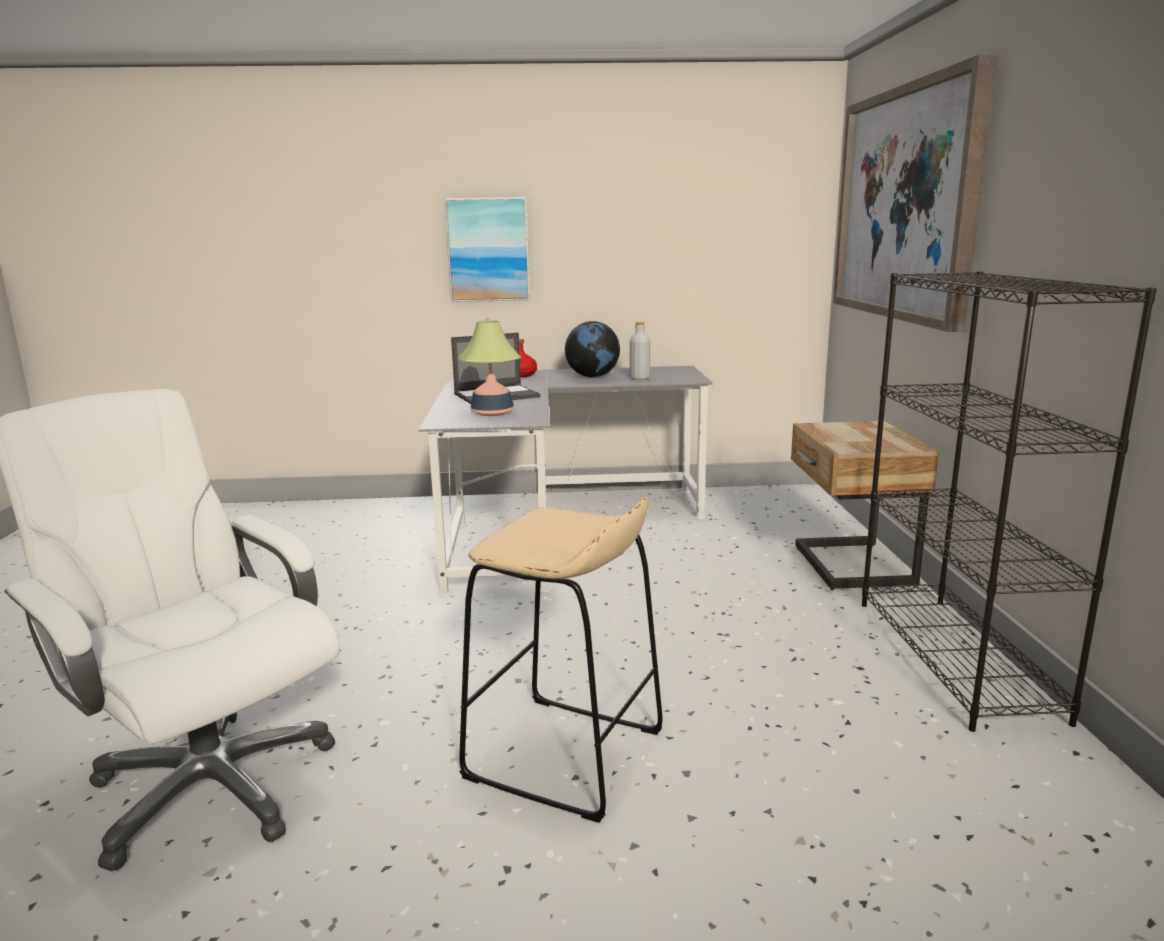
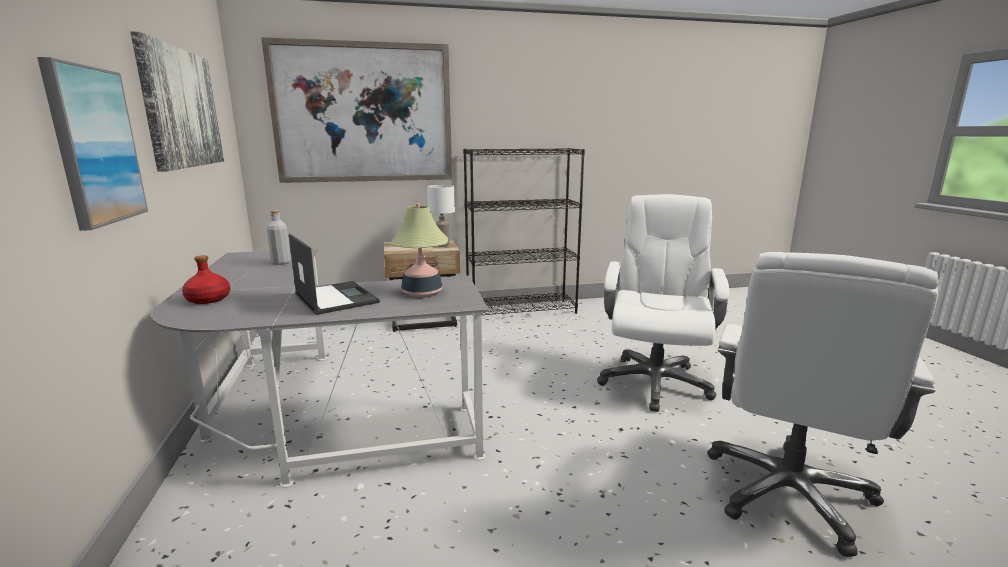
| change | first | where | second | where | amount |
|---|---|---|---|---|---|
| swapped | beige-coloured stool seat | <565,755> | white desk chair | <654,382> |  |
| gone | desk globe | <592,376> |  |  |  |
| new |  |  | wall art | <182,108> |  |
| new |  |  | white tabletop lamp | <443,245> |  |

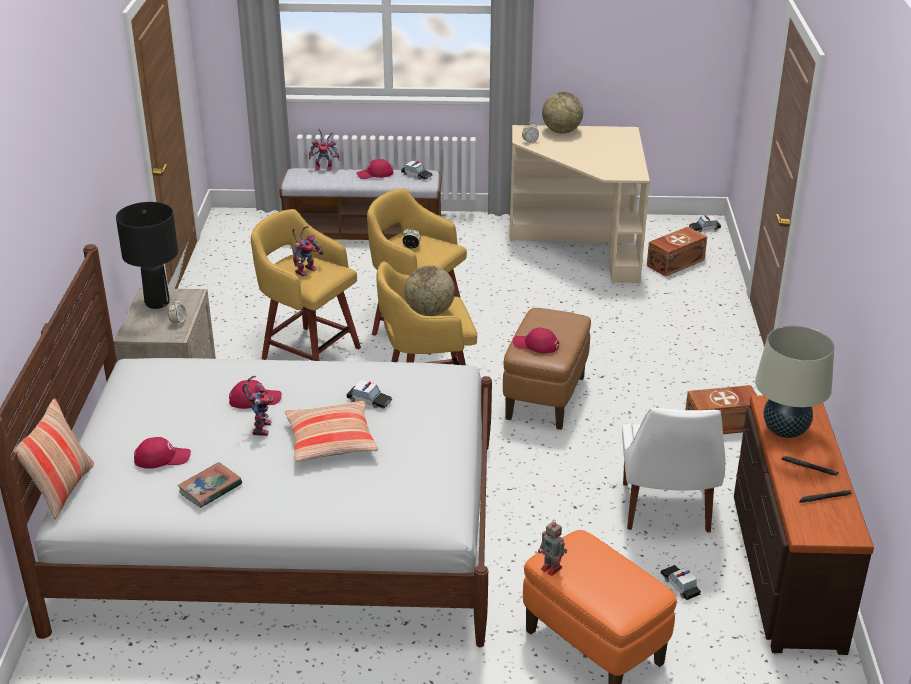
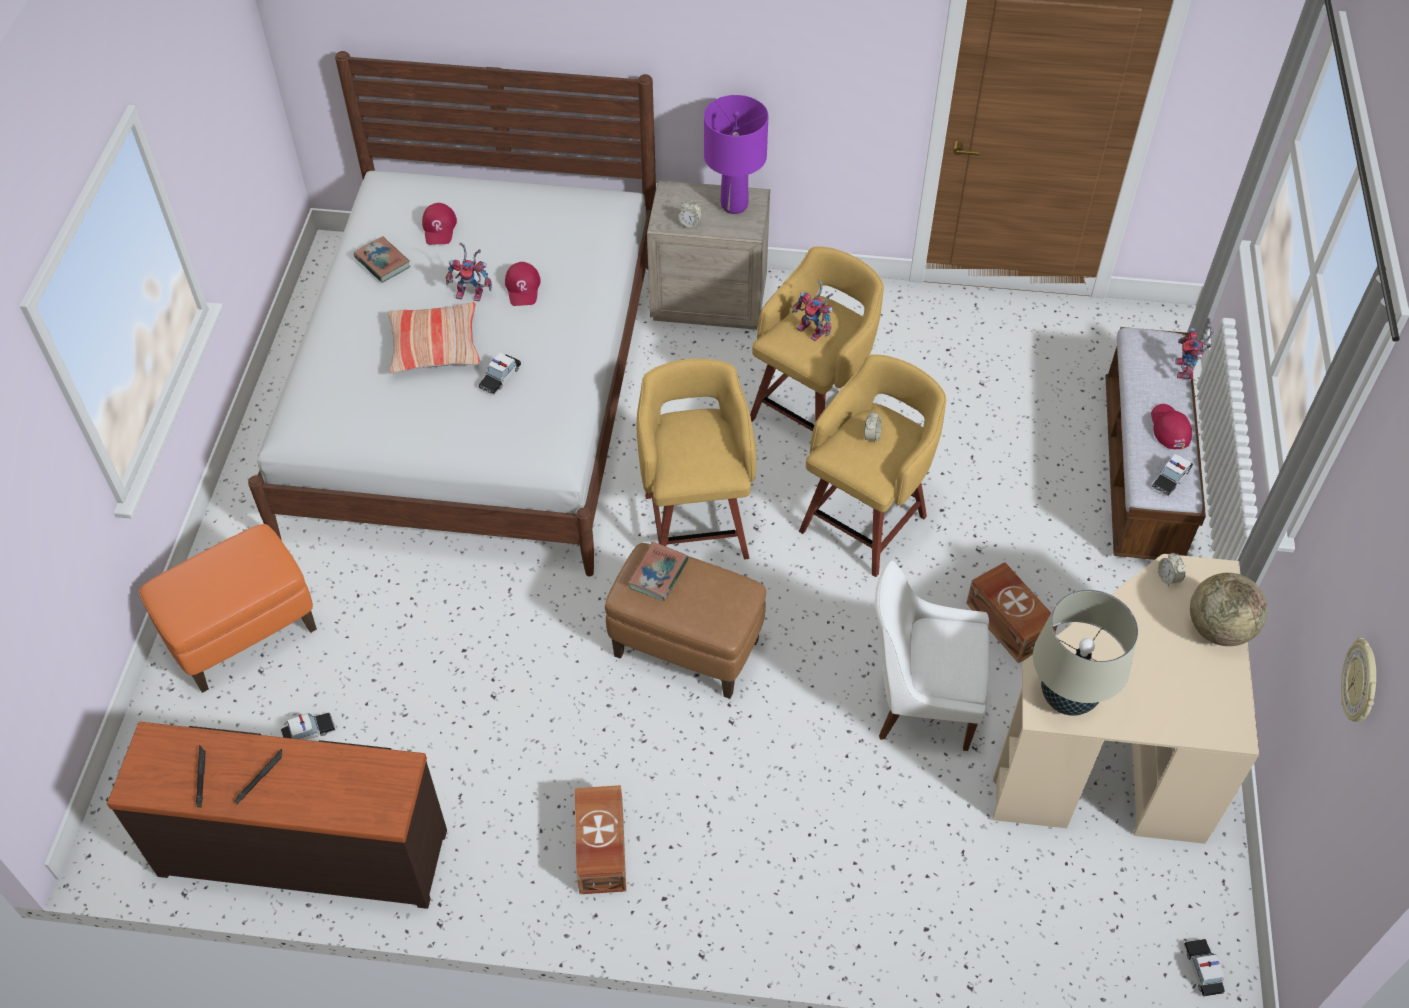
| change | first | where | second | where | amount |
|---|---|---|---|---|---|
| gone | throw pillow | <62,490> |  |  |  |
| repainted | black tabletop lamp | <156,303> | purplish tabletop lamp | <734,205> |  |
| gone | desk globe | <430,312> |  |  |  |
| swapped | red-coloured baseball cap | <536,345> | volume | <658,574> |  |
| gone | model robot | <552,569> |  |  |  |
| shifted | white chair | <666,510> |  | <920,701> |  |
| shifted | brown-coloured storage box | <674,263> |  | <1008,622> |  |
| shifted | beige-coloured tabletop lamp | <785,430> |  | <1067,697> |  |
| new |  |  | hanging clock | <1361,683> |  |

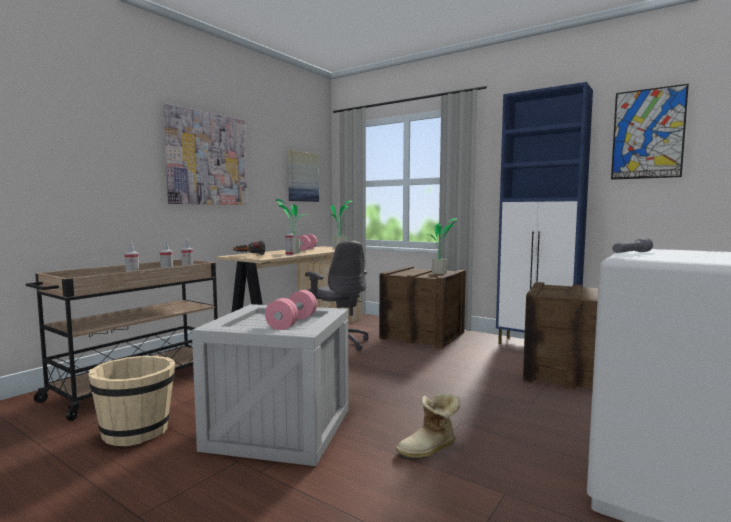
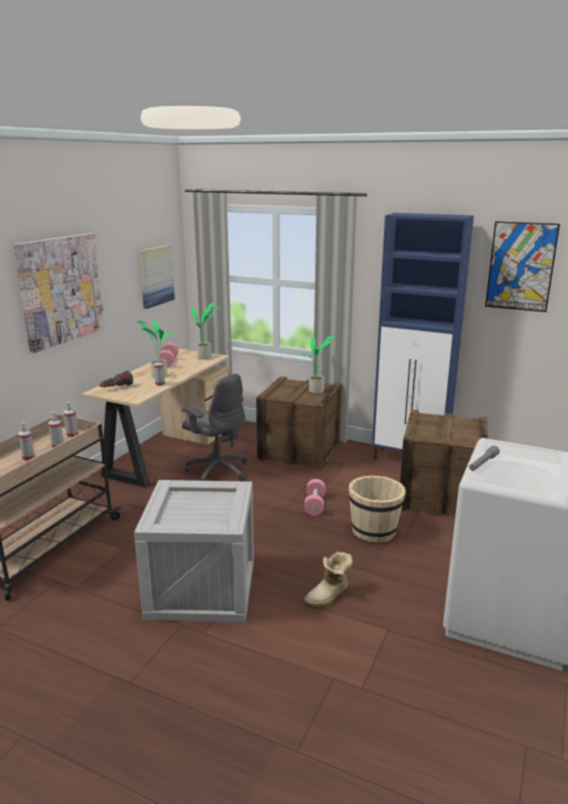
| change | first | where | second | where | amount |
|---|---|---|---|---|---|
| shifted | beige-coloured water bucket | <137,431> |  | <374,531> |  |
| shifted | pinkish hand weight | <292,323> |  | <314,505> |  |

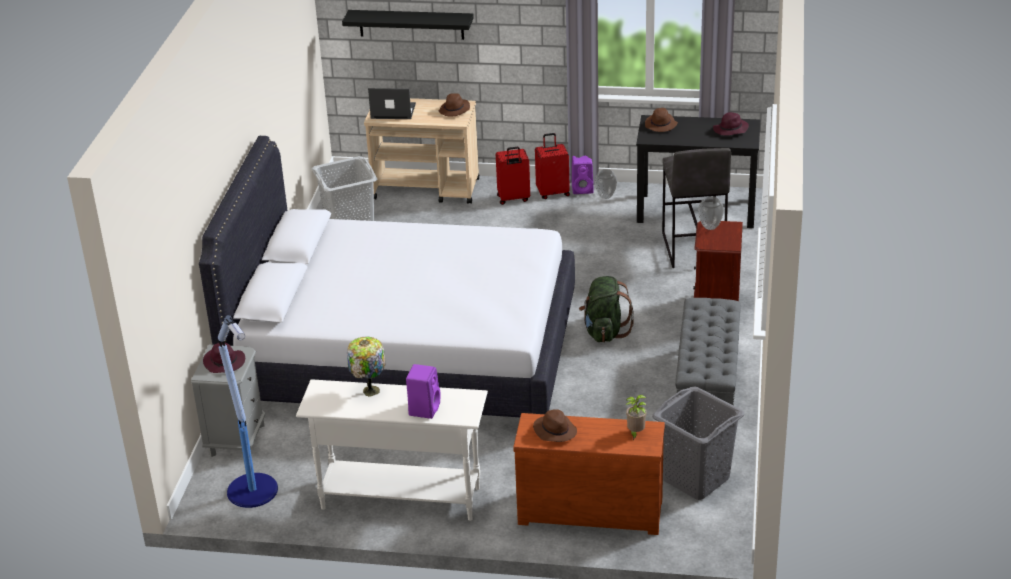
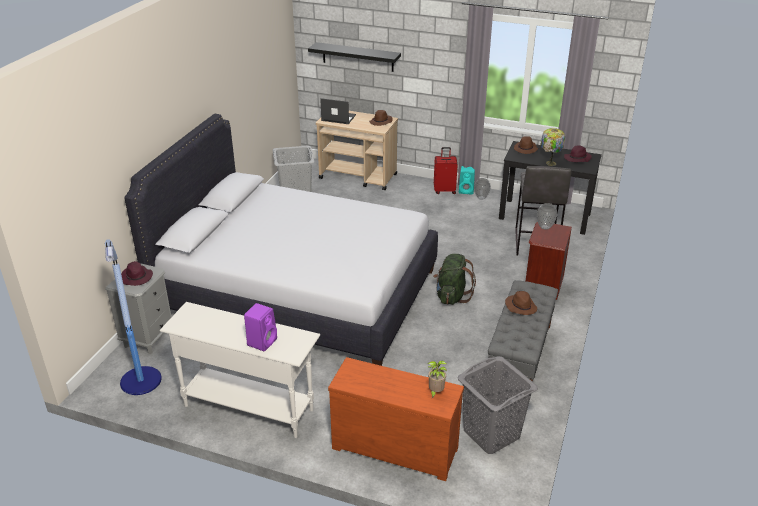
| change | first | where | second | where | amount |
|---|---|---|---|---|---|
| shifted | tabletop lamp | <369,390> |  | <550,163> |  |
| gone | red-coloured piece of luggage | <513,199> |  |  |  |
| shifted | brown-coloured hat | <554,431> |  | <520,306> |  |
| repainted | purplish speaker | <583,189> | turquoise-coloured speaker | <466,191> |  |

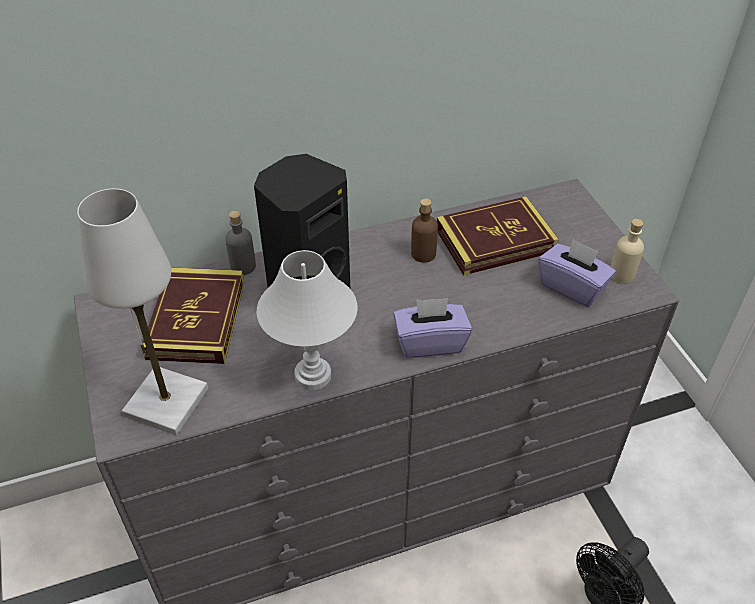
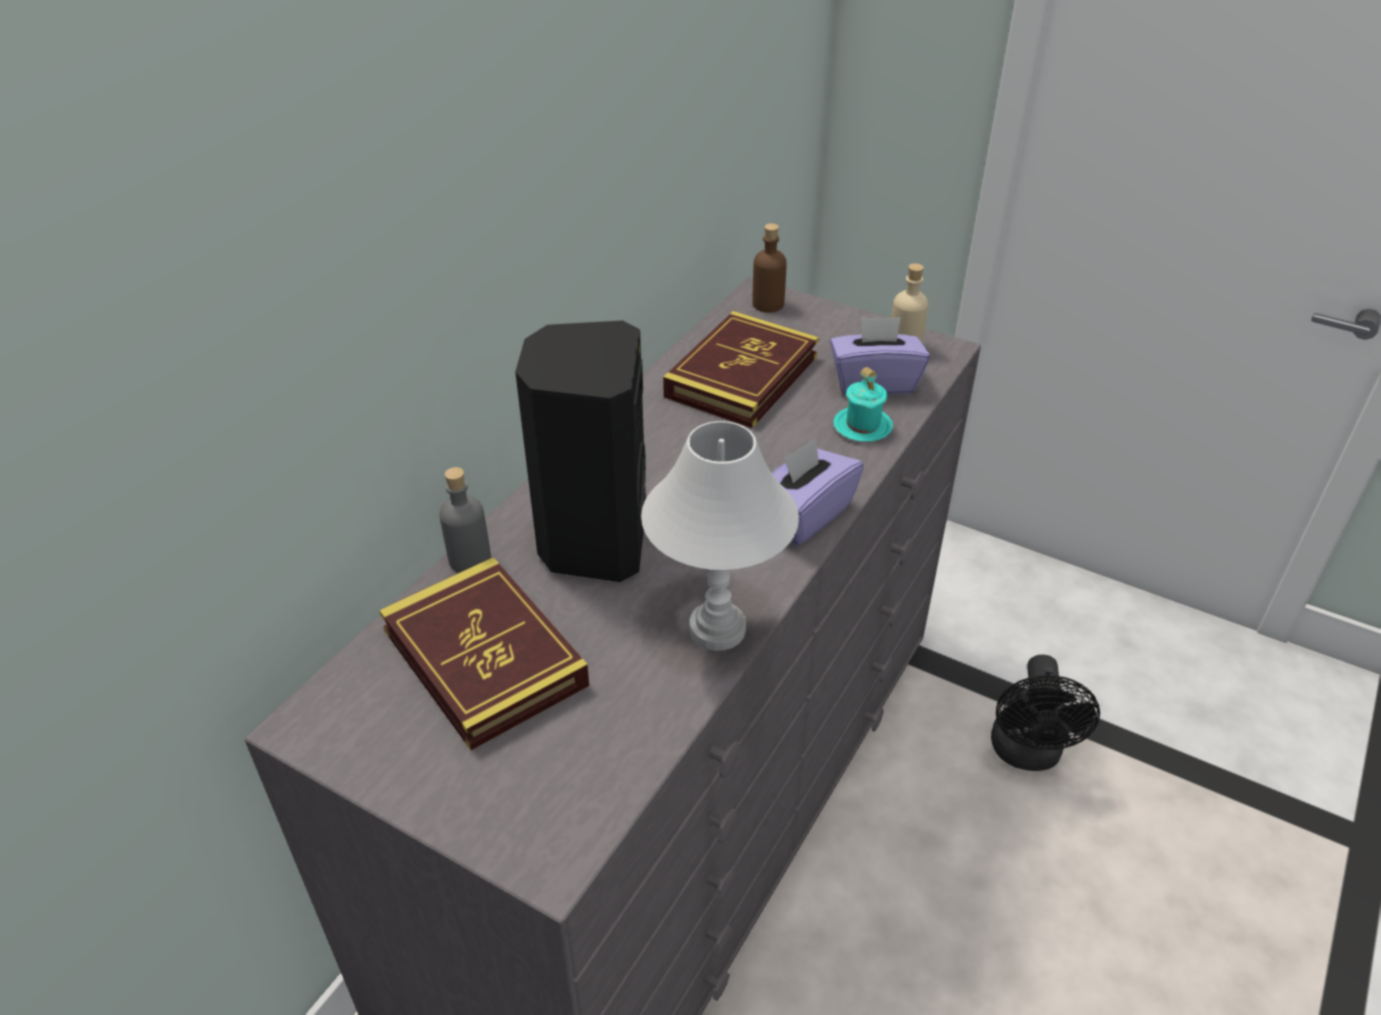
| change | first | where | second | where | amount |
|---|---|---|---|---|---|
| gone | white tabletop lamp | <167,403> |  |  |  |
| shifted | brown-coloured bottle | <423,254> |  | <768,304> |  |
| new |  |  | turquoise-coloured tea mug | <862,426> |  |

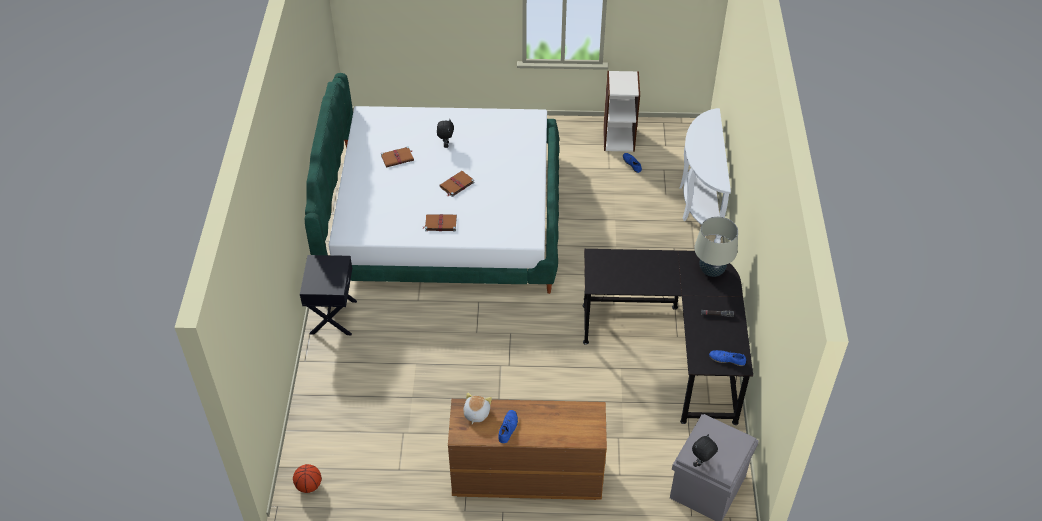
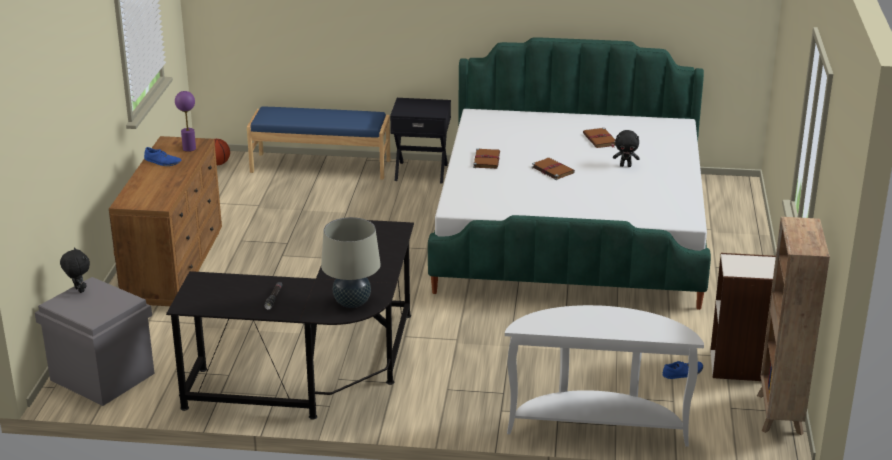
| change | first | where | second | where | amount |
|---|---|---|---|---|---|
| swapped | soft toy | <476,413> | purplish tabletop lamp | <189,148> |  |
| gone | blue-coloured low shoe | <727,359> |  |  |  |
| new |  |  | blue-coloured bench | <321,165> |  |
| new |  |  | brown-coloured shelving unit | <779,415> |  |

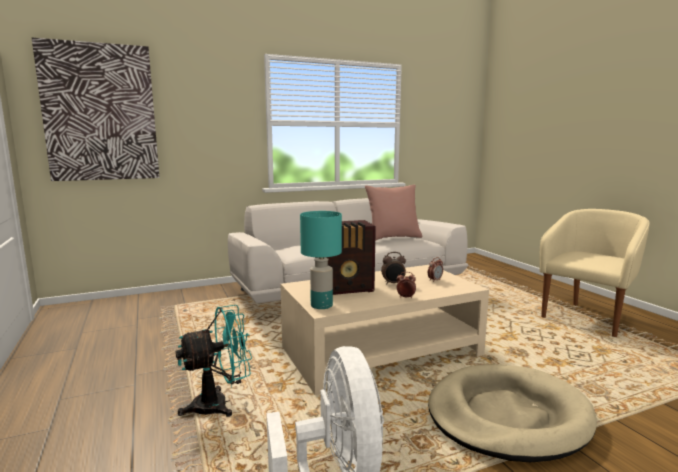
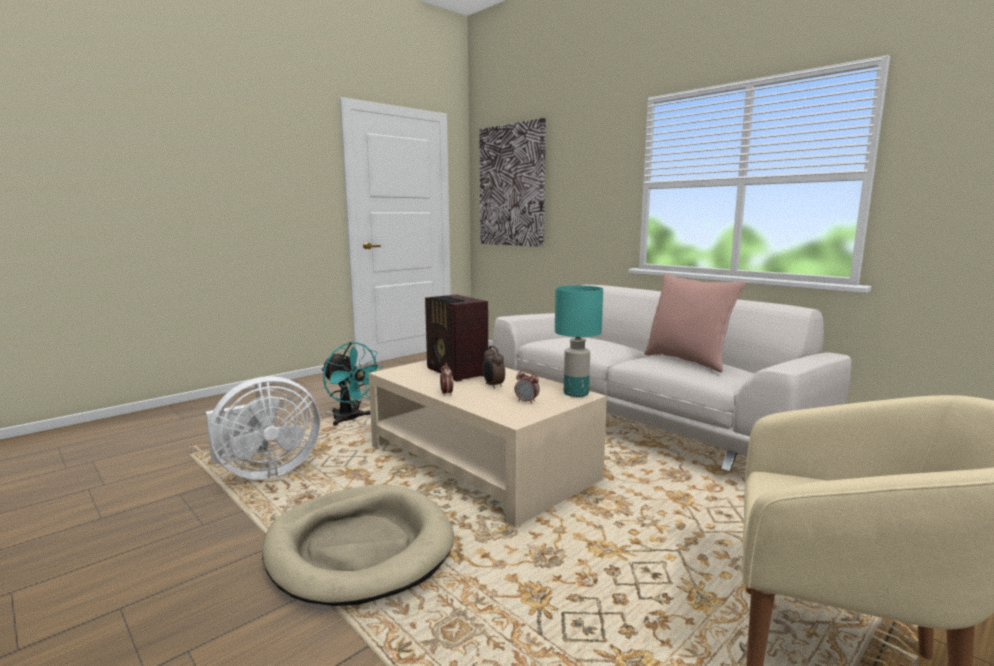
| change | first | where | second | where | amount |
|---|---|---|---|---|---|
| shifted | turquoise-coloured tabletop lamp | <321,305> |  | <575,393> |  |

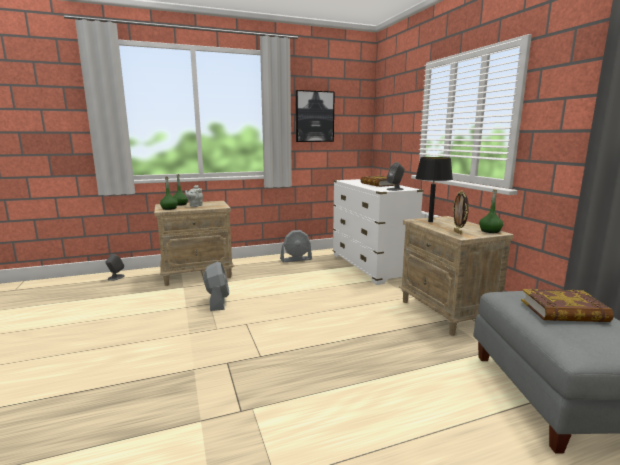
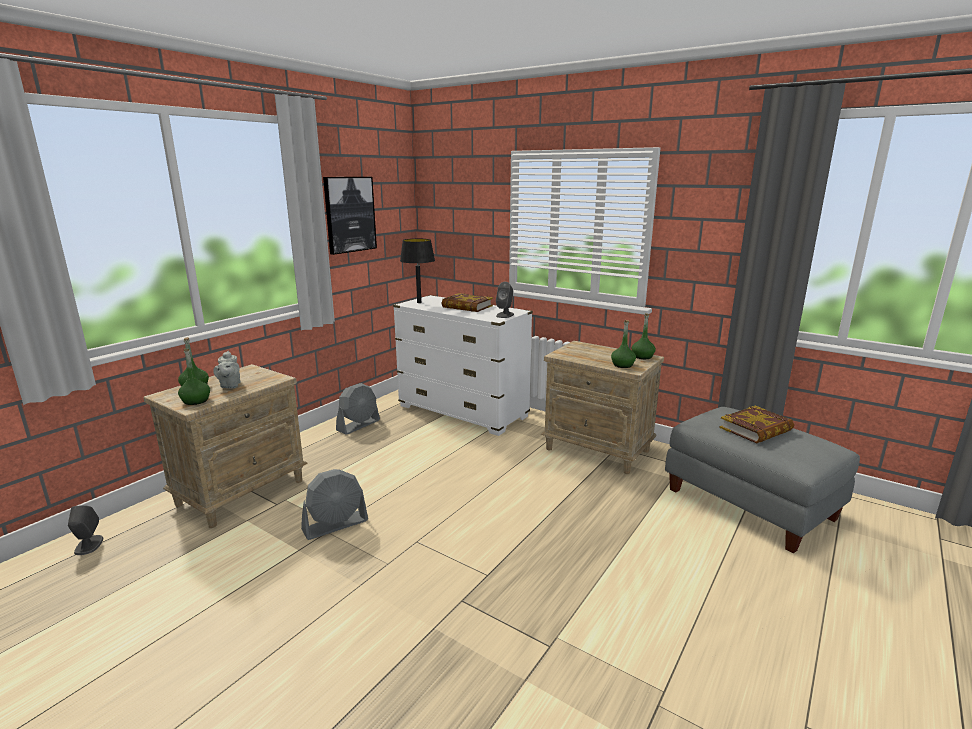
| change | first | where | second | where | amount |
|---|---|---|---|---|---|
| rotated | grey electric fan | <217,302> |  | <335,525> | 105 degrees clockwise |
| shifted | black tabletop lamp | <430,221> |  | <419,302> |  |
| swapped | standing frame | <458,232> | greenish bottle | <622,365> |  |

